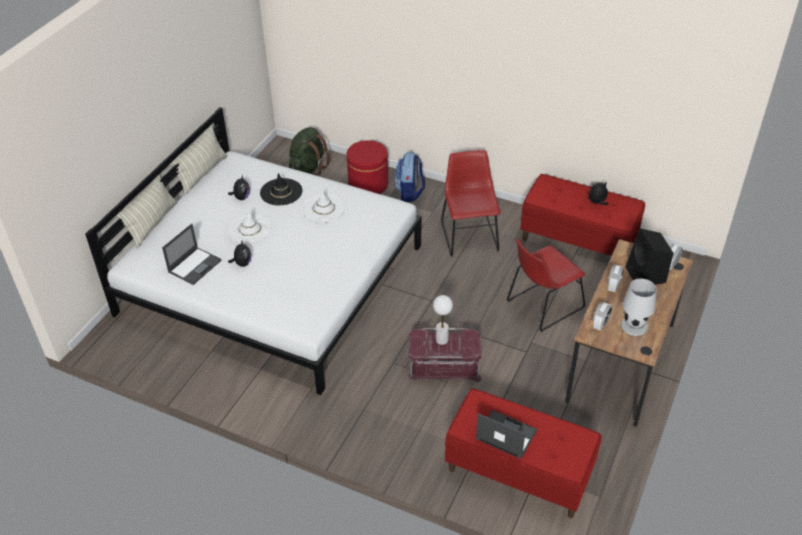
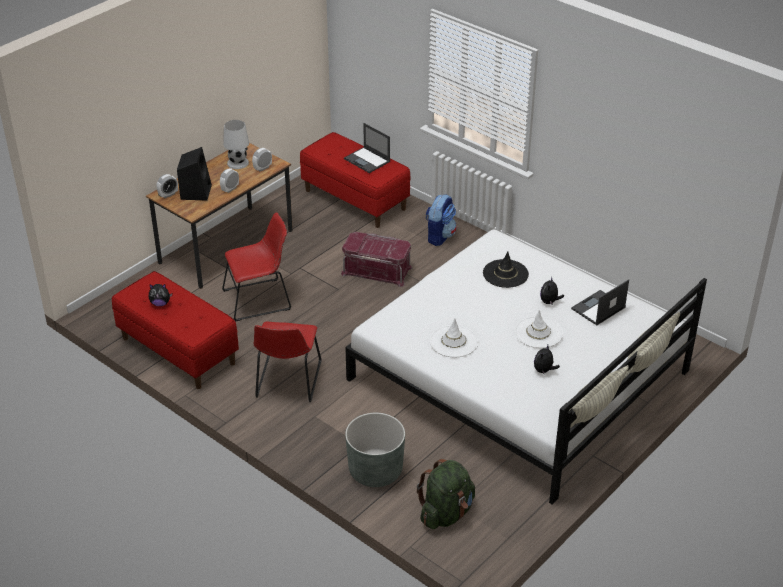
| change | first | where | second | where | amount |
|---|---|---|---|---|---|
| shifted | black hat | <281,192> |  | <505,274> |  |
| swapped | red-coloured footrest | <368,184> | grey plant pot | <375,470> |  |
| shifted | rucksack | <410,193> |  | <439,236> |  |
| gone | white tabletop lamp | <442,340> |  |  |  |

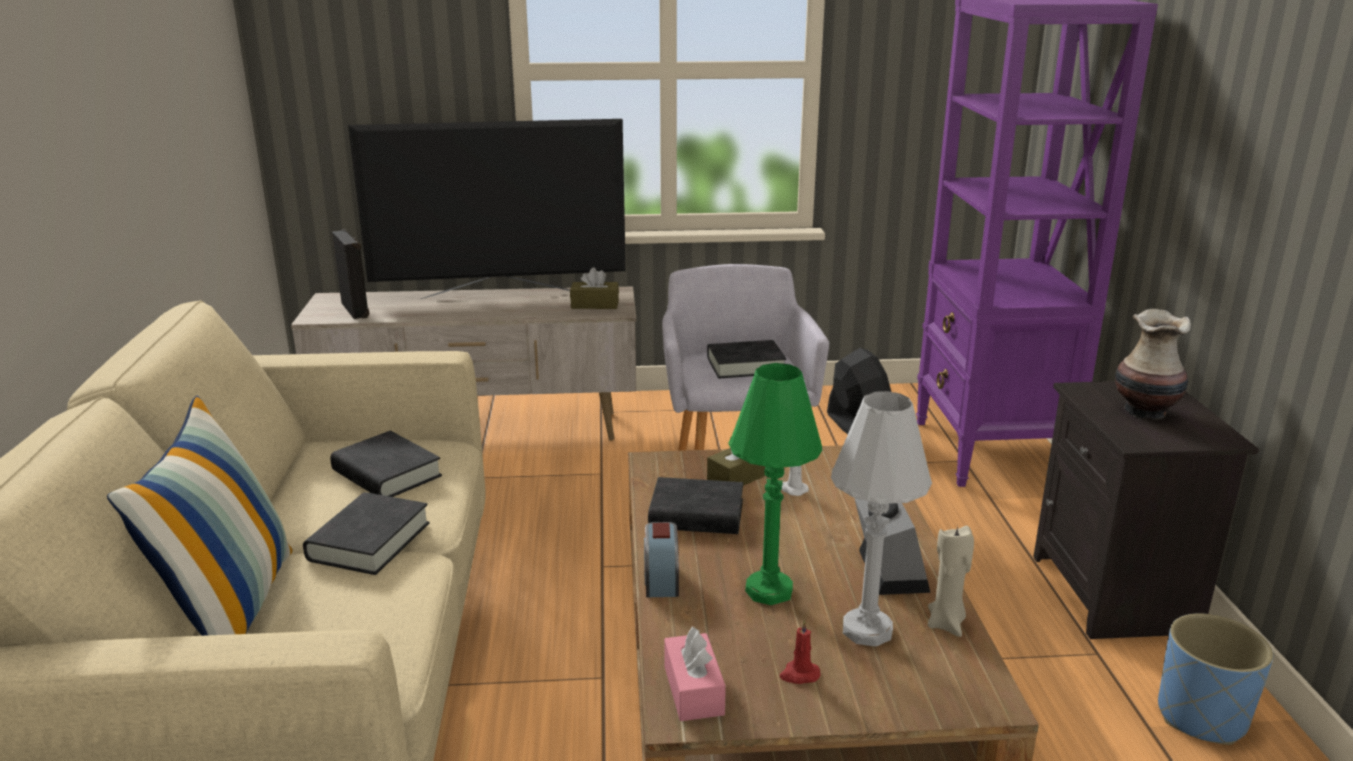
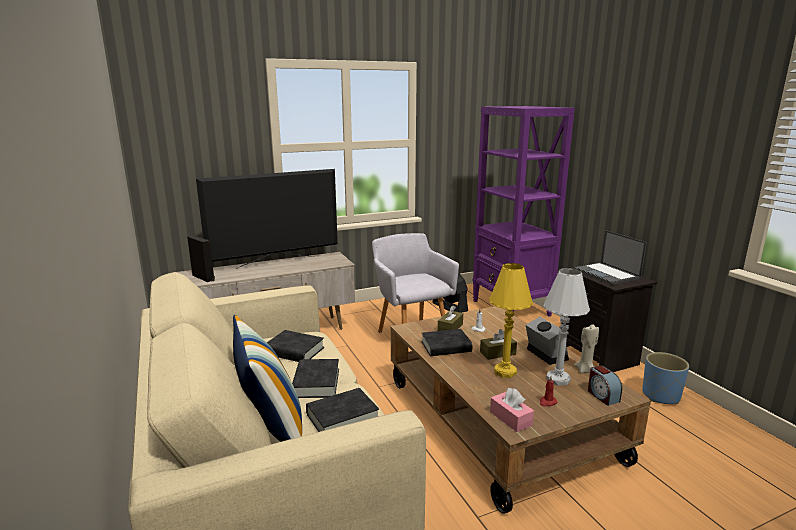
| change | first | where | second | where | amount |
|---|---|---|---|---|---|
| shifted | brown-coloured box of tissues | <595,304> |  | <497,353> |  |
| shifted | table clock | <661,580> |  | <602,396> |  |
| shifted | black volume | <745,365> |  | <342,417> |  |
| repainted | greenish tabletop lamp | <769,590> | yellowish tabletop lamp | <505,372> |  |
| swapped | decorative vase | <1145,412> | notebook computer | <607,274> |  |

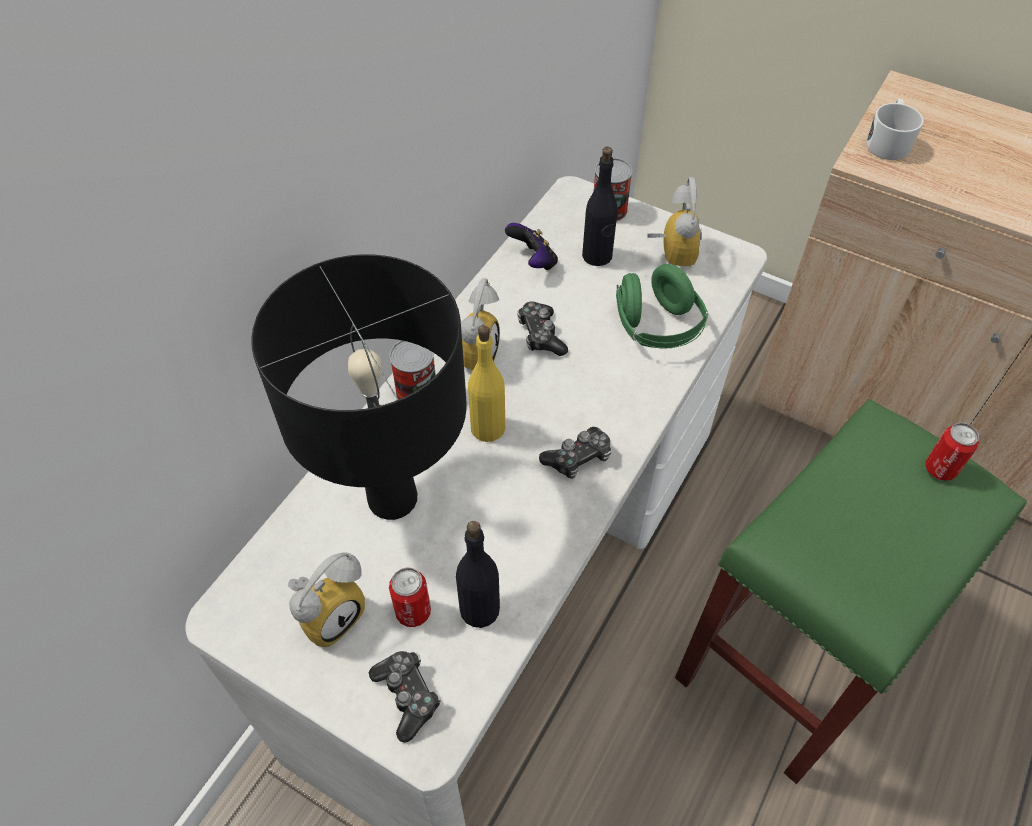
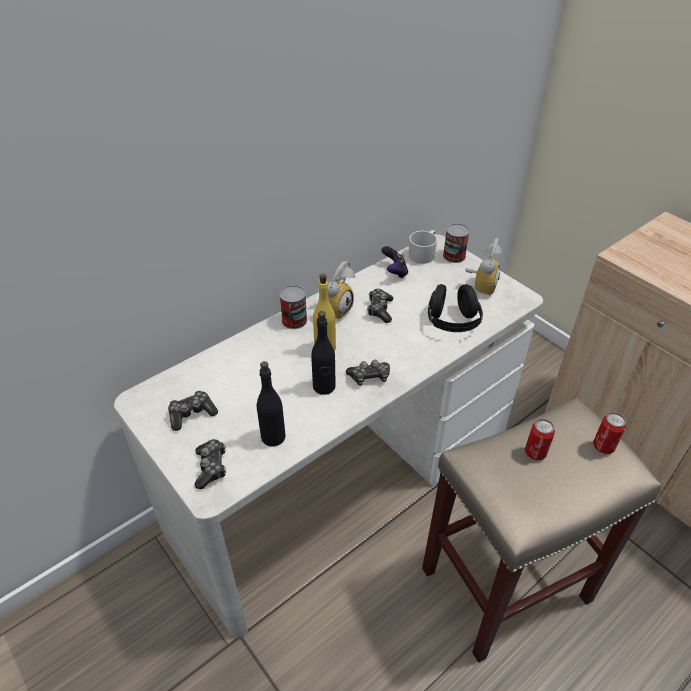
| change | first | where | second | where | amount |
|---|---|---|---|---|---|
| gone | black tabletop lamp | <392,499> |  |  |  |
| swapped | table clock | <330,612> | joypad | <192,414> |  |
| shifted | sealed can | <413,611> |  | <535,452> |  |
| shifted | black bottle | <597,256> |  | <324,387> |  |
| repainted | greenish headphones | <657,327> | black headphones | <452,322> |  |
| repainted | greenish stool seat | <789,664> | beige-coloured stool seat | <504,586> |  |
| shifted | white tea mug | <888,142> |  | <423,254> |  |

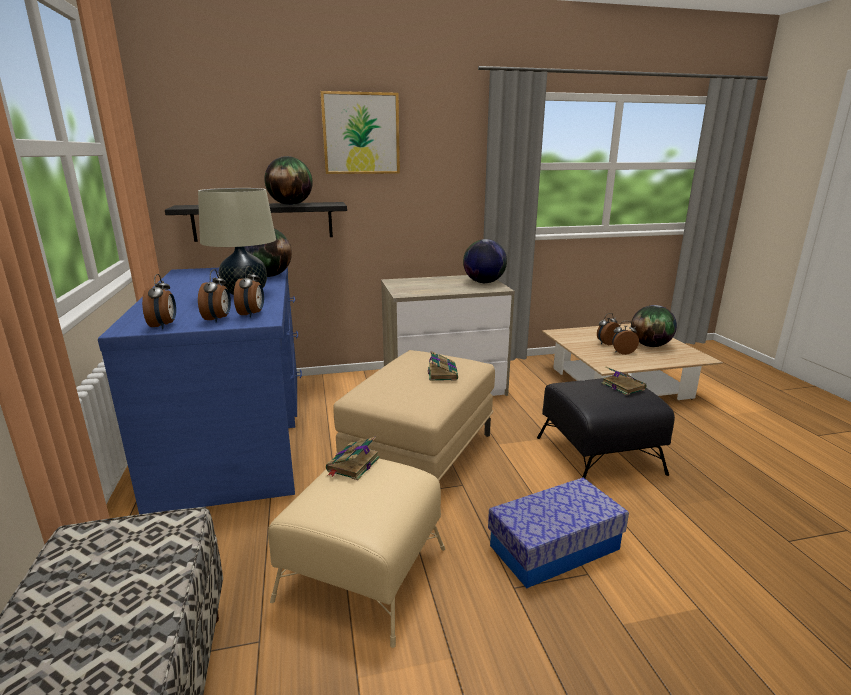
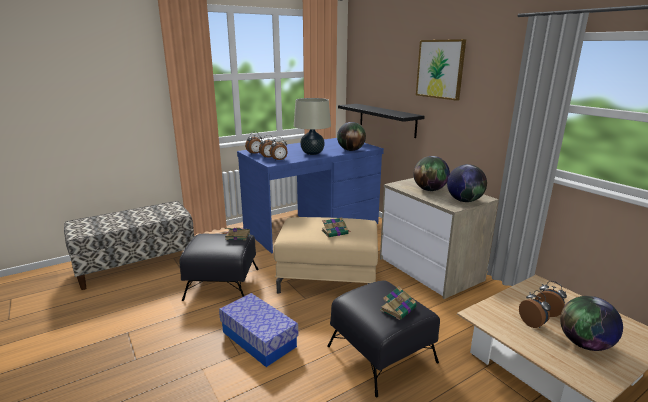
| change | first | where | second | where | amount |
|---|---|---|---|---|---|
| shifted | desk globe | <291,204> |  | <429,190> |  |
| repainted | beige-coloured footrest | <364,573> | black footrest | <223,284> |  |

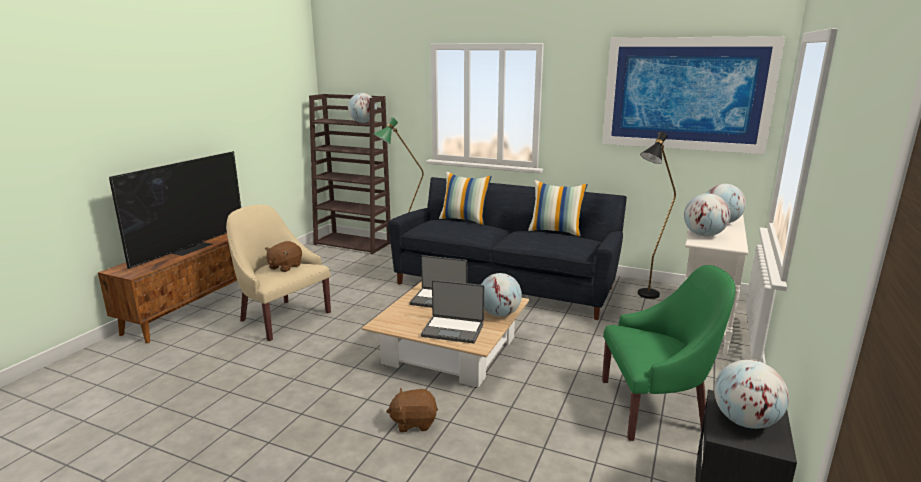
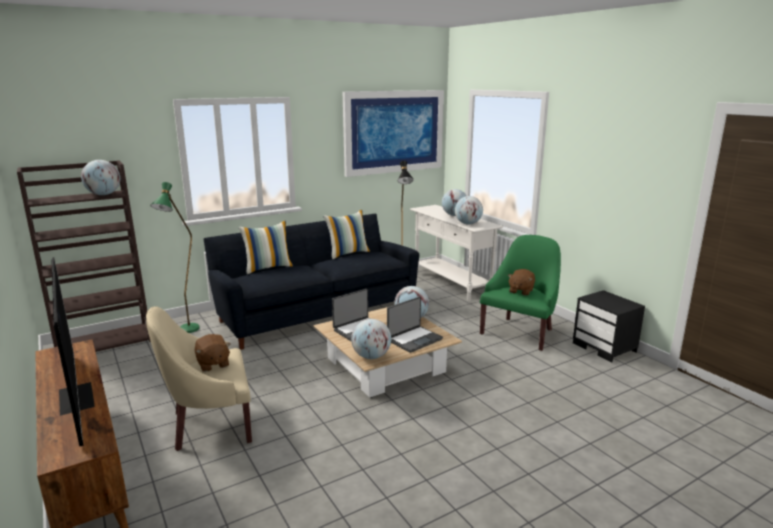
| change | first | where | second | where | amount |
|---|---|---|---|---|---|
| shifted | brown-coloured soft toy | <414,422> |  | <520,291> |  |
| shifted | desk globe | <744,421> |  | <371,356> |  |

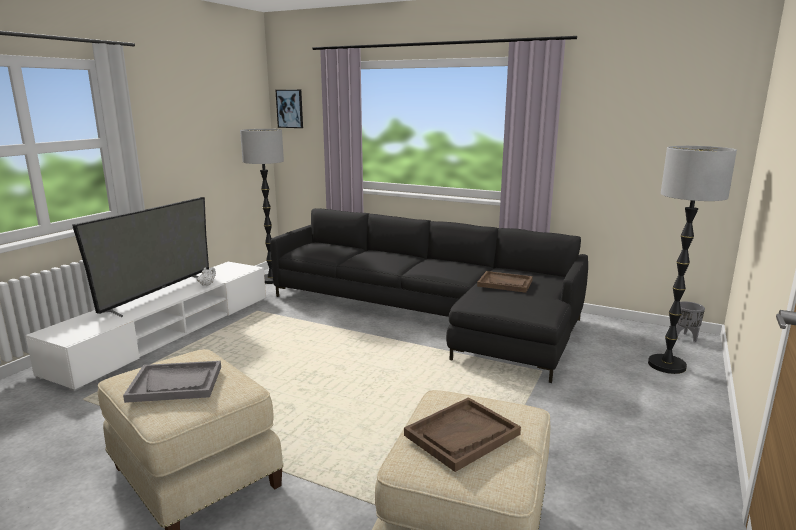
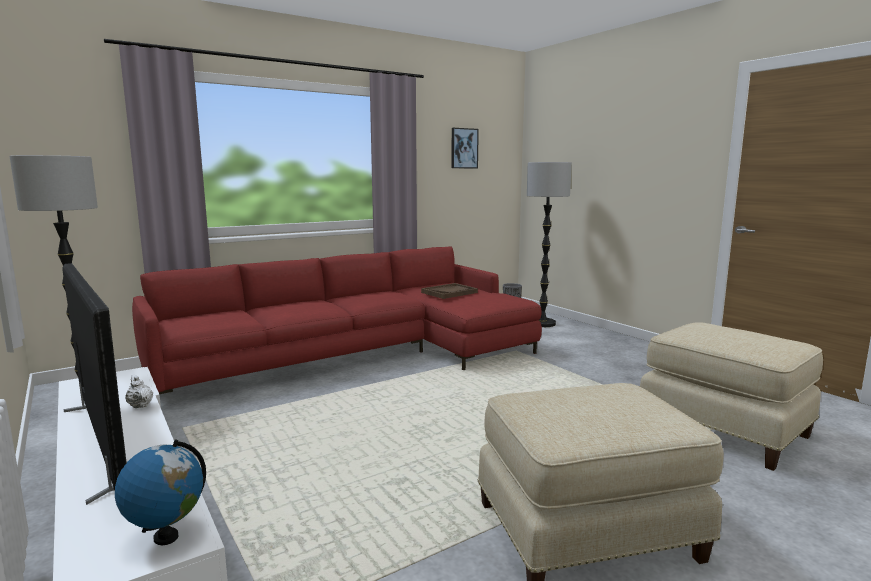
| change | first | where | second | where | amount |
|---|---|---|---|---|---|
| gone | grey tray | <176,383> |  |  |  |
| repainted | black sofa | <430,315> | red-coloured sofa | <361,355> |  |
| shifted | wall art | <290,108> |  | <464,148> |  |
| gone | brown-coloured tray | <462,435> |  |  |  |
| new |  |  | desk globe | <166,537> |  |

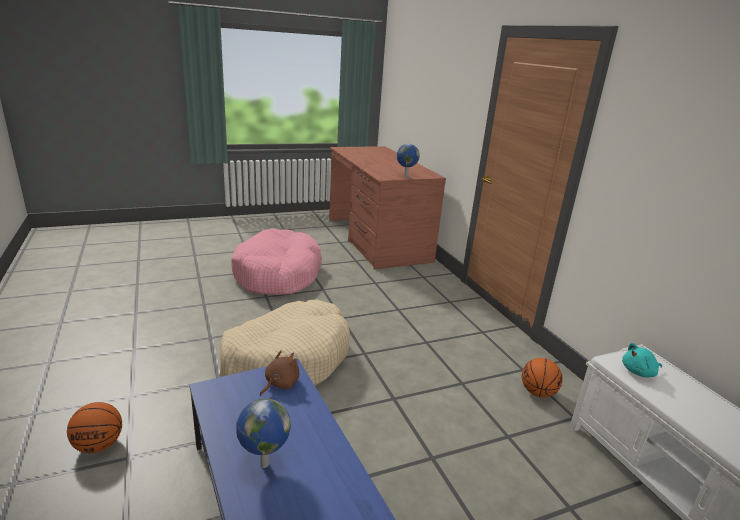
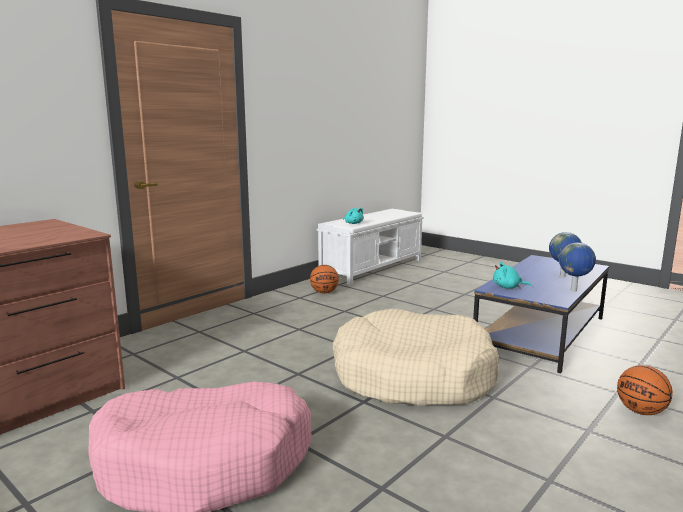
| change | first | where | second | where | amount |
|---|---|---|---|---|---|
| repainted | brown-coloured soft toy | <280,384> | turquoise-coloured soft toy | <508,287> |  |
| shifted | desk globe | <405,177> |  | <574,291> |  |

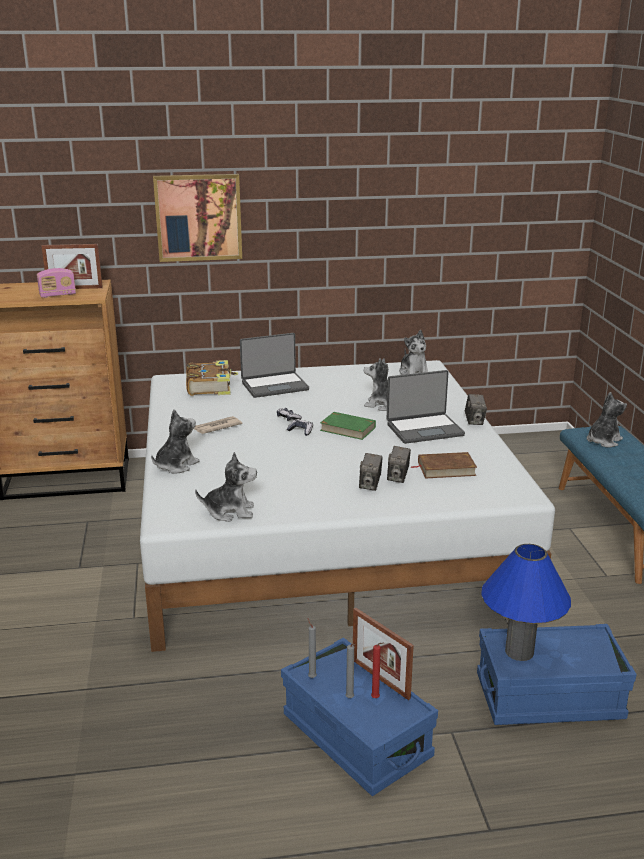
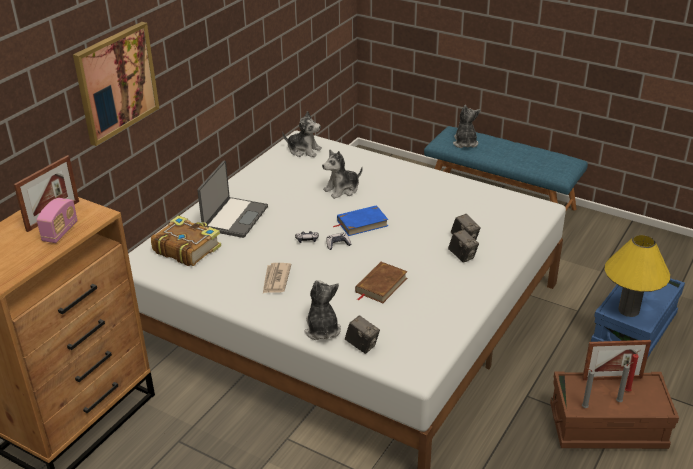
| change | first | where | second | where | amount |
|---|---|---|---|---|---|
| gone | soft toy | <230,511> |  |  |  |
| repainted | blue-coloured storage box | <356,737> | brown-coloured storage box | <607,427> |  |
| repainted | greenish volume | <347,429> | blue-coloured volume | <362,223> |  |
| gone | notebook computer | <424,429> |  |  |  |
| shifted | brown-coloured volume | <446,469> |  | <381,285> |  |
| shifted | still camera | <474,421> |  | <362,345> |  |
| repainted | blue-coloured tabletop lamp | <519,651> | yellowish tabletop lamp | <628,310> |  |

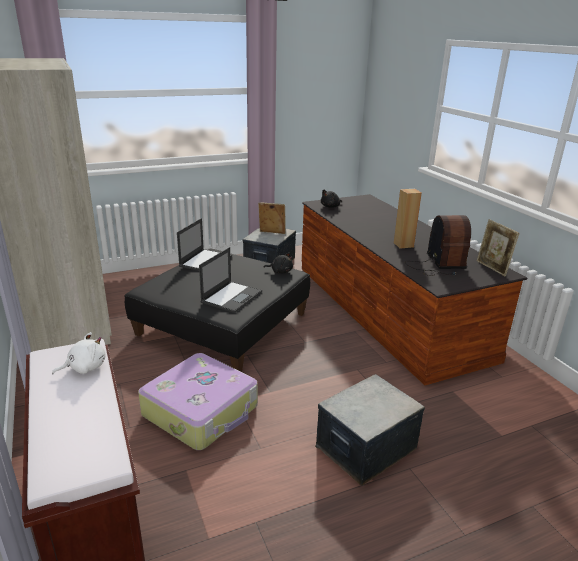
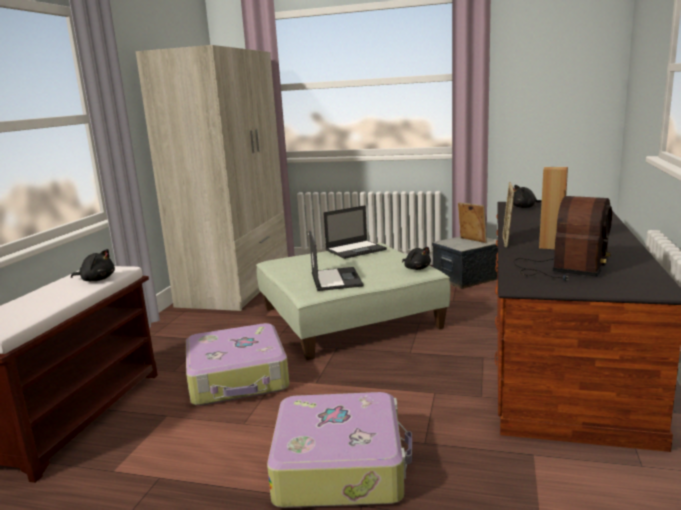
| change | first | where | second | where | amount |
|---|---|---|---|---|---|
| repainted | white soft toy | <85,367> | black soft toy | <97,279> |  |
| repainted | black footrest | <222,323> | greenish footrest | <349,317> |  |
| rotated | notebook computer | <232,296> |  | <336,279> | 75 degrees counterclockwise |
| swapped | storage box | <365,447> | piece of luggage | <340,465> |  |
| shifted | standing frame | <492,268> |  | <507,241> |  |

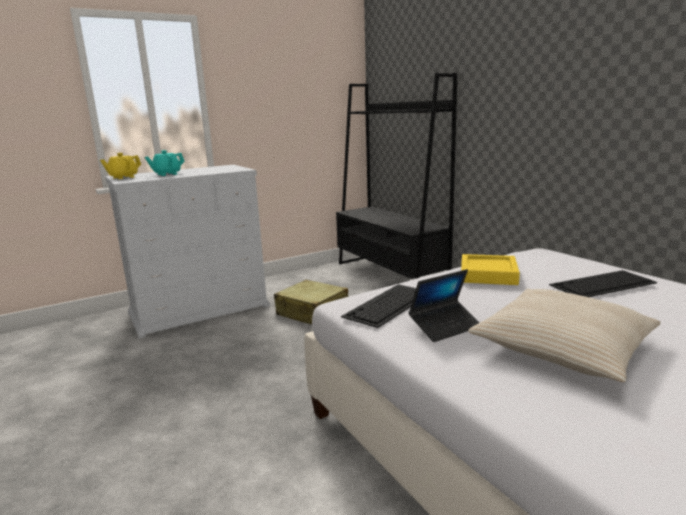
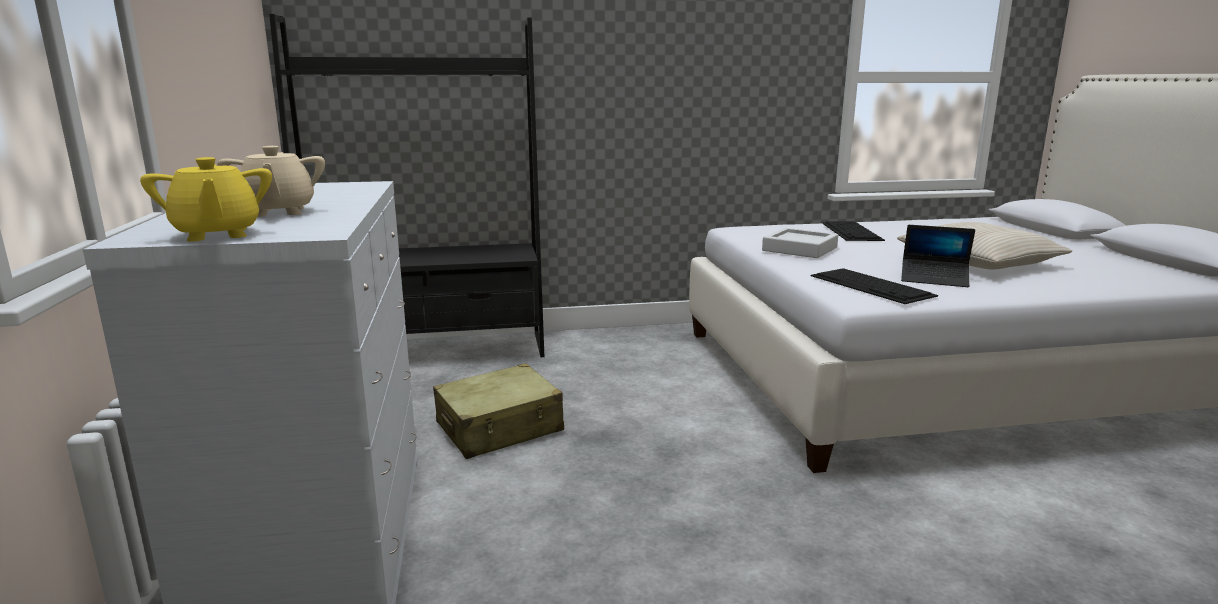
| change | first | where | second | where | amount |
|---|---|---|---|---|---|
| repainted | turquoise-coloured pot for tea | <167,174> | beige-coloured pot for tea | <278,212> |  |
| rotated | notebook computer | <445,326> |  | <934,279> | 120 degrees clockwise |
| repainted | yellowish tray | <488,275> | grey tray | <799,249> |  |

